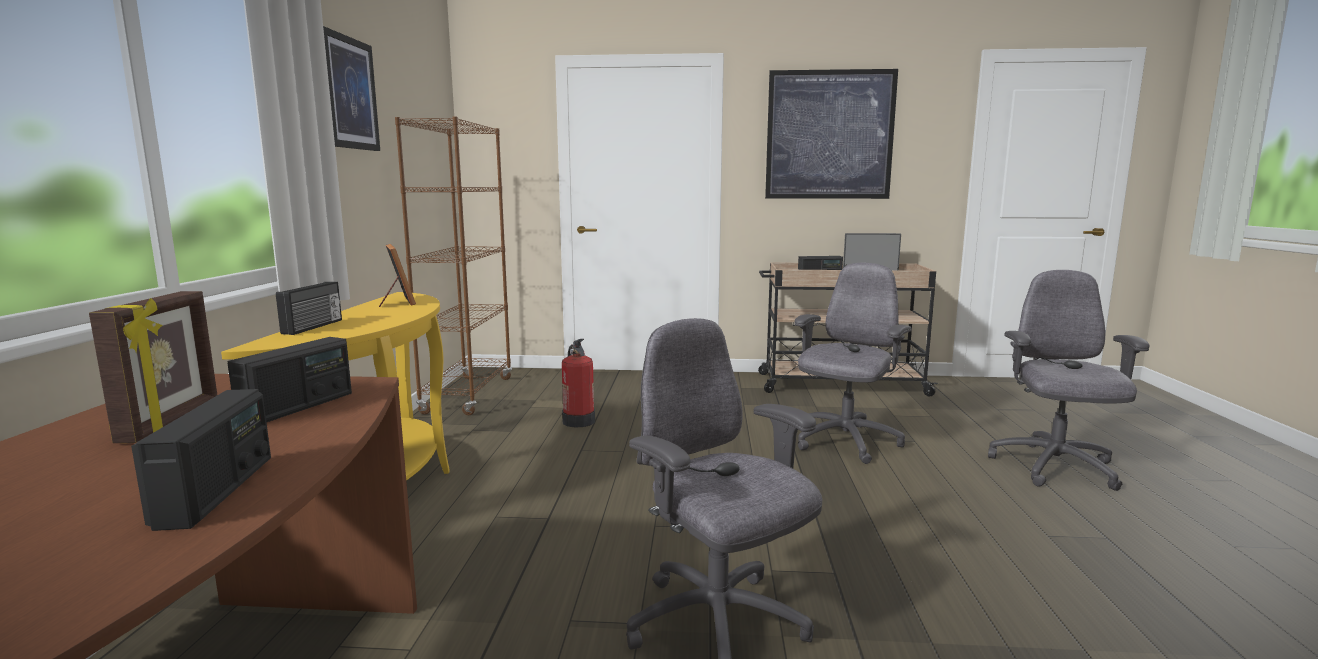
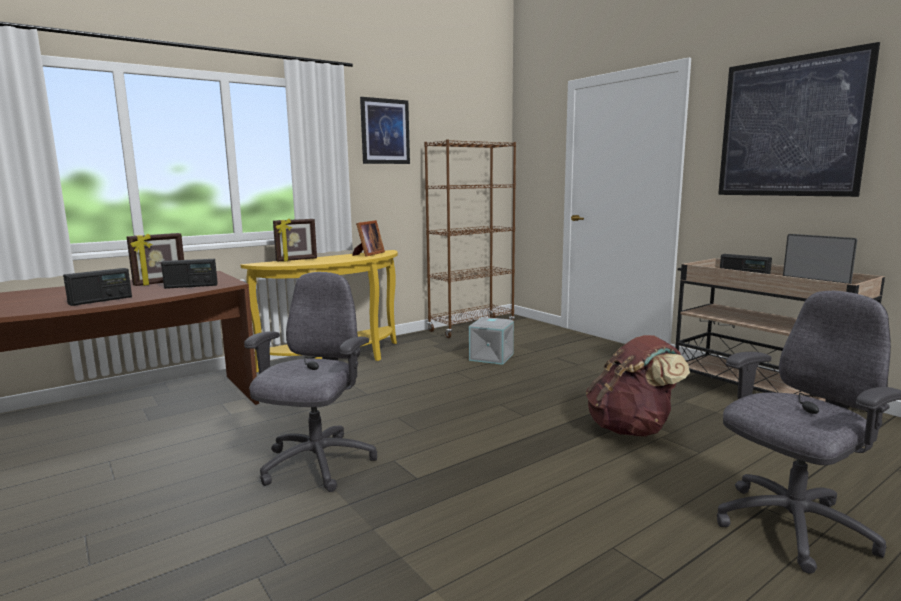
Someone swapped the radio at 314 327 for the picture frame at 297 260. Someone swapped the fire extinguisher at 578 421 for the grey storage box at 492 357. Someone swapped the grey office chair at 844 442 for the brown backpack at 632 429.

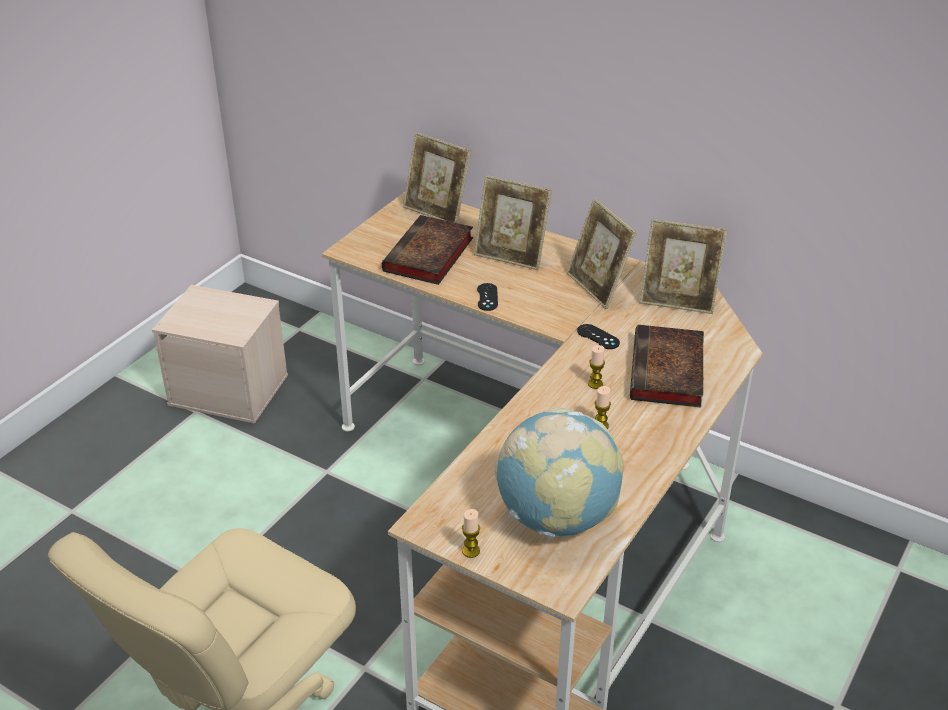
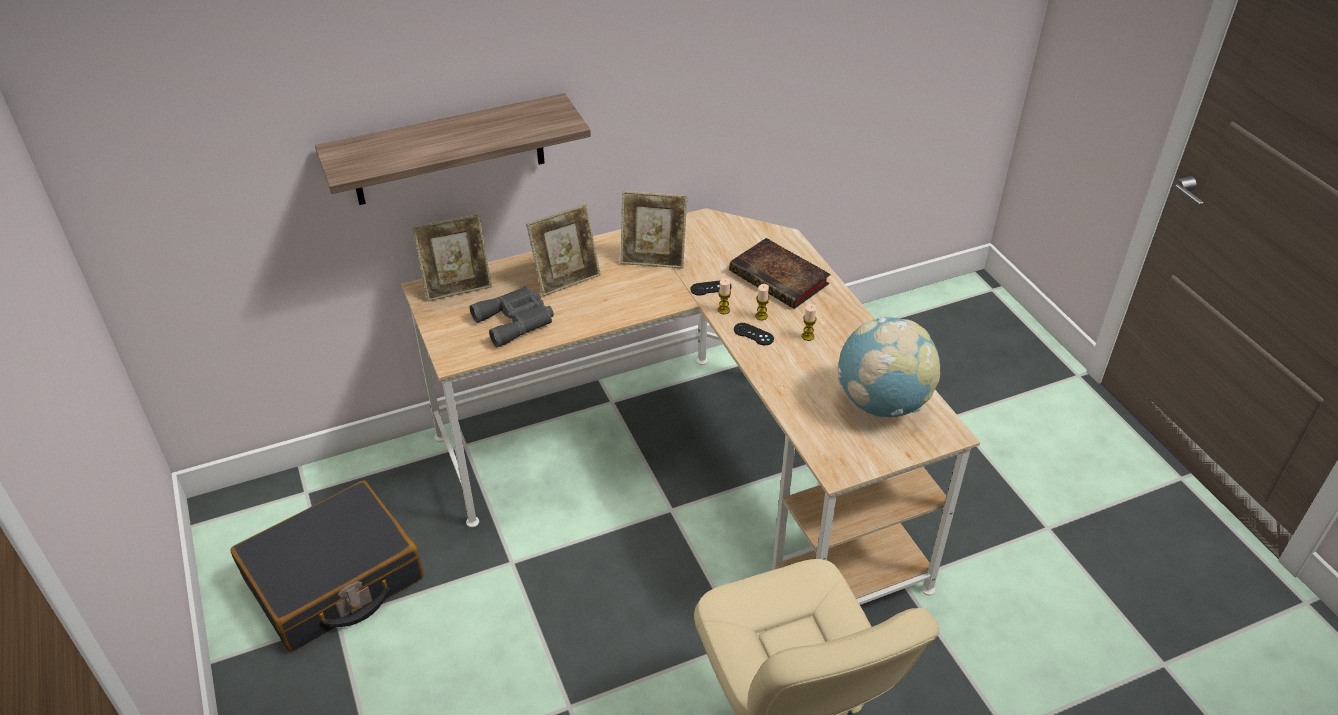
Someone took away the picture frame at 678 301. Someone put up the shelf at 448 150. Someone carried the candle from 471 551 to 723 310. Someone carried the black game controller from 487 297 to 753 334. Someone swapped the beige storage box at 230 389 for the black suitcase at 334 580. Someone swapped the book at 428 256 for the grey binoculars at 516 320.

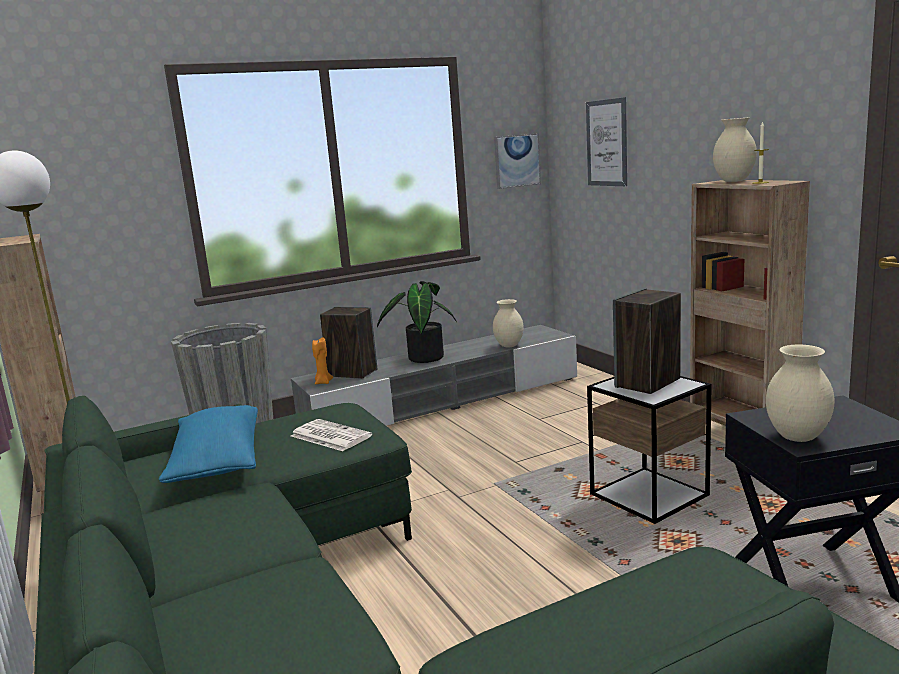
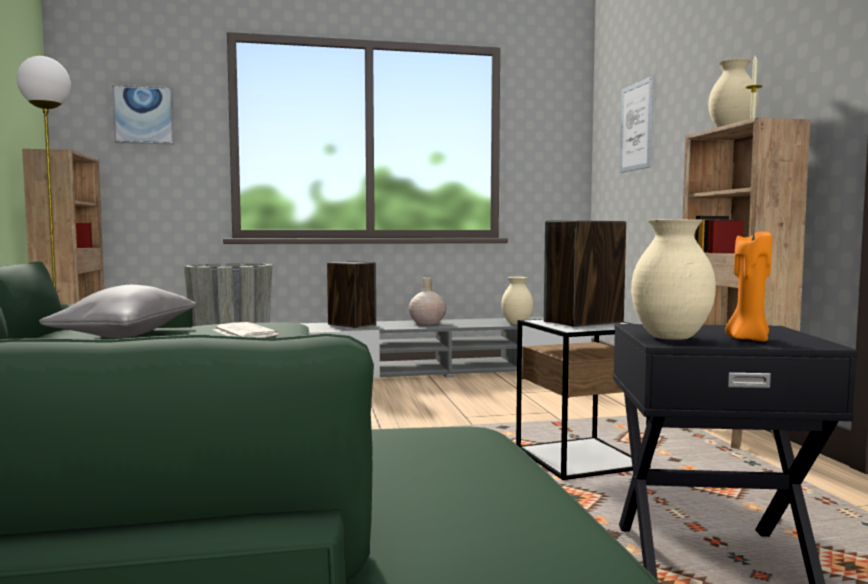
Someone carried the orange candle from 323 382 to 747 339. Someone carried the picture from 517 161 to 144 115. Someone swapped the potted plant at 422 357 for the beige vase at 427 323. Someone repainted the blue pillow at 217 463, which became the grey pillow at 127 335.

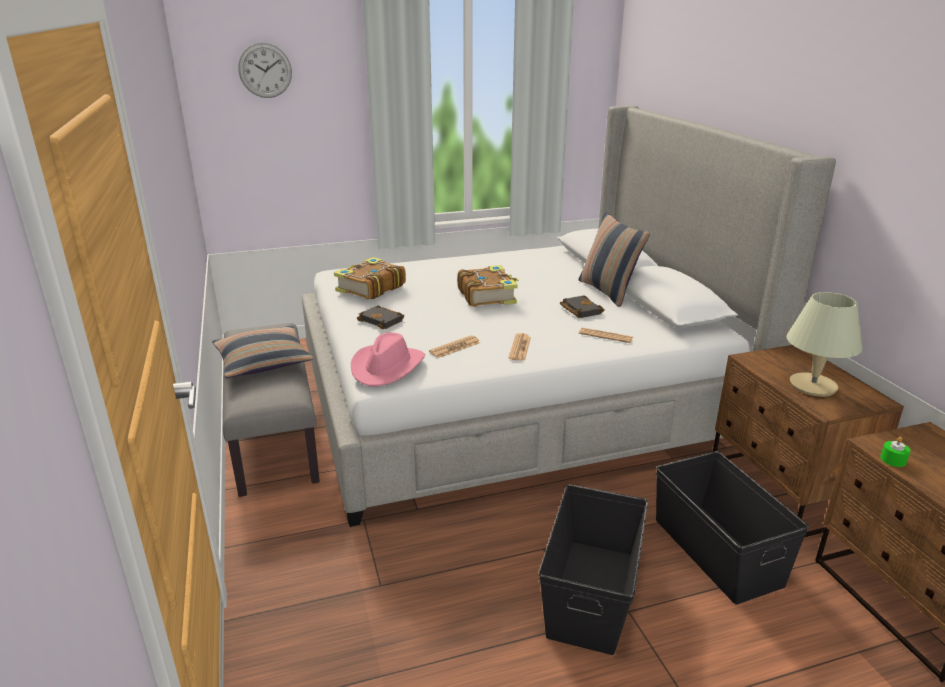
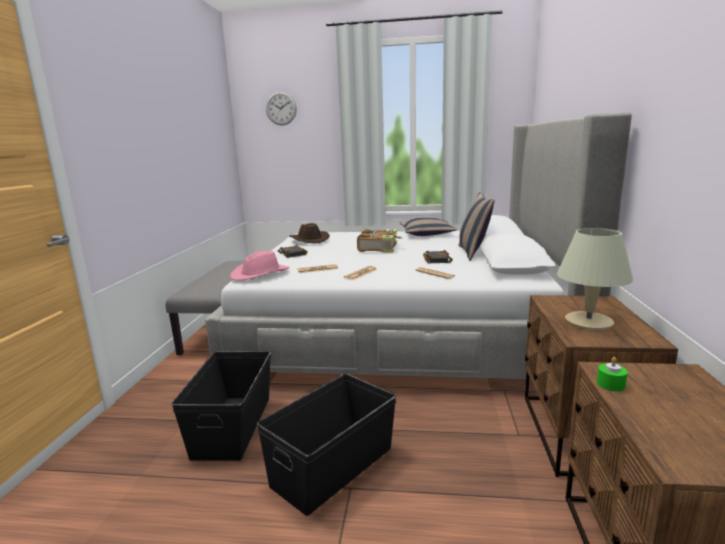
Someone carried the pillow from 263 361 to 427 234. Someone carried the black storage box from 716 552 to 232 426. Someone swapped the book at 370 288 for the brown hat at 308 240.

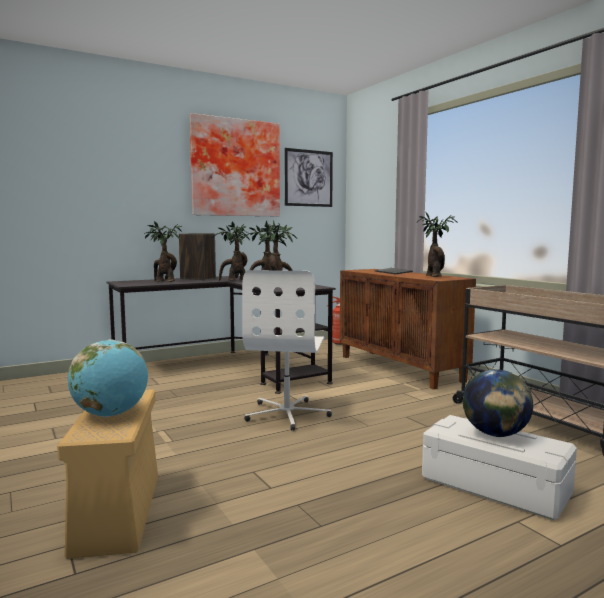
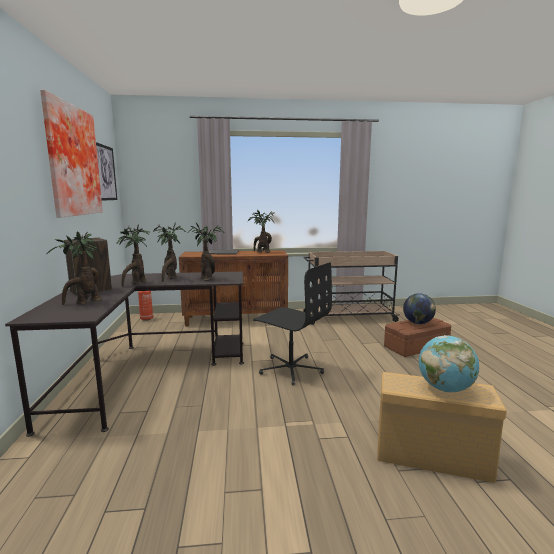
Someone repainted the white office chair at 287 414, which became the black office chair at 291 369. Someone repainted the white storage box at 496 485, which became the brown storage box at 416 346.

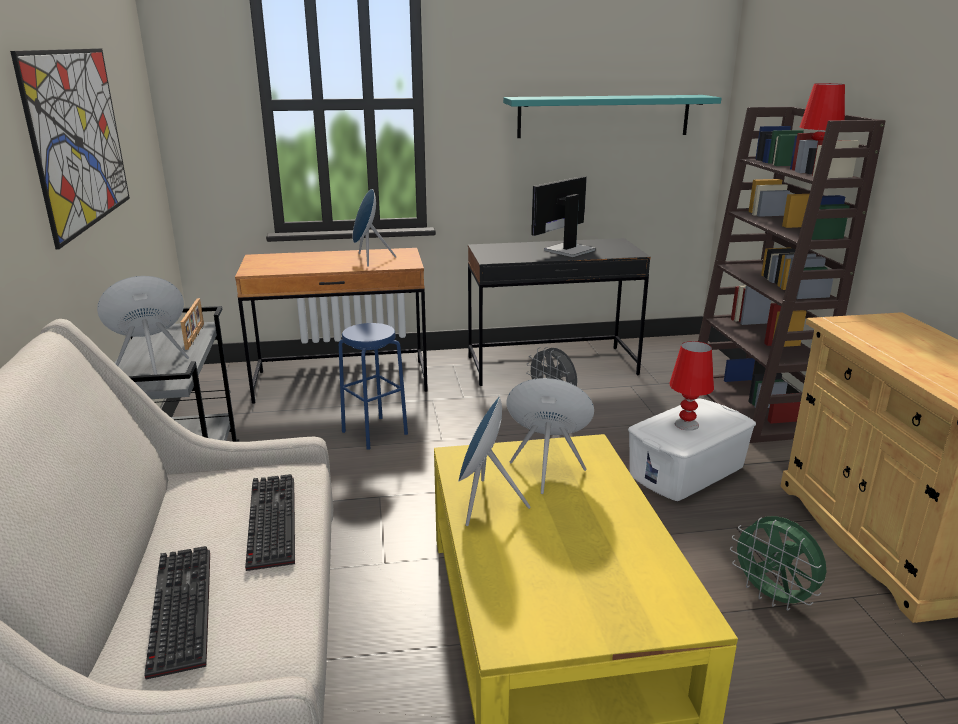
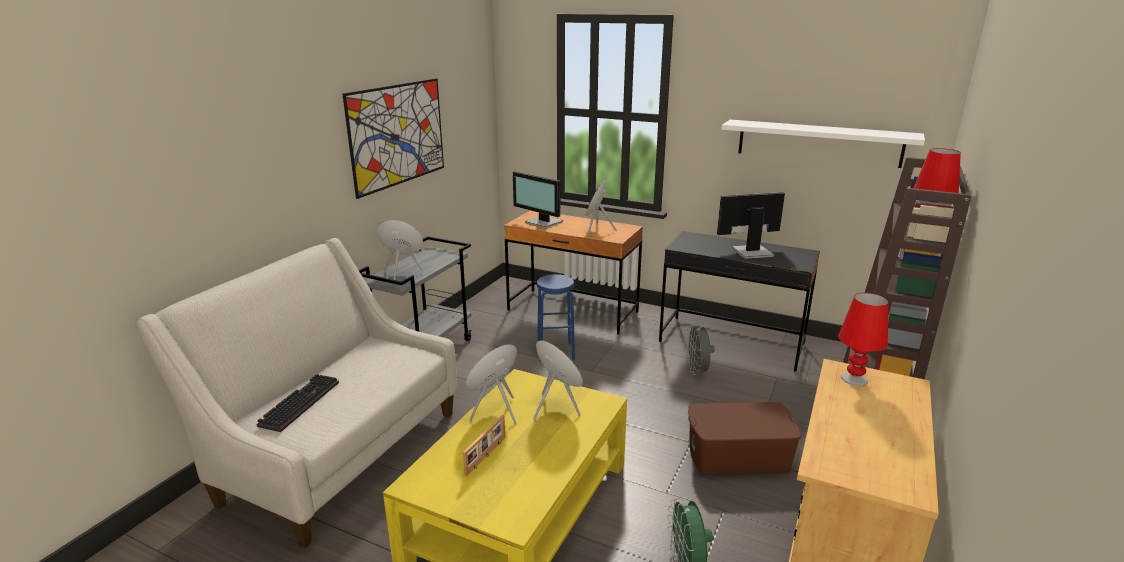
Someone took away the keyboard at 269 521. Someone put down the monitor at 543 223. Someone carried the picture frame from 196 336 to 486 455. Someone carried the red table lamp from 686 424 to 854 379. Someone repainted the turquoise shelf at 604 116, which became the white shelf at 818 143. Someone repainted the white storage box at 687 471, which became the brown storage box at 738 456.

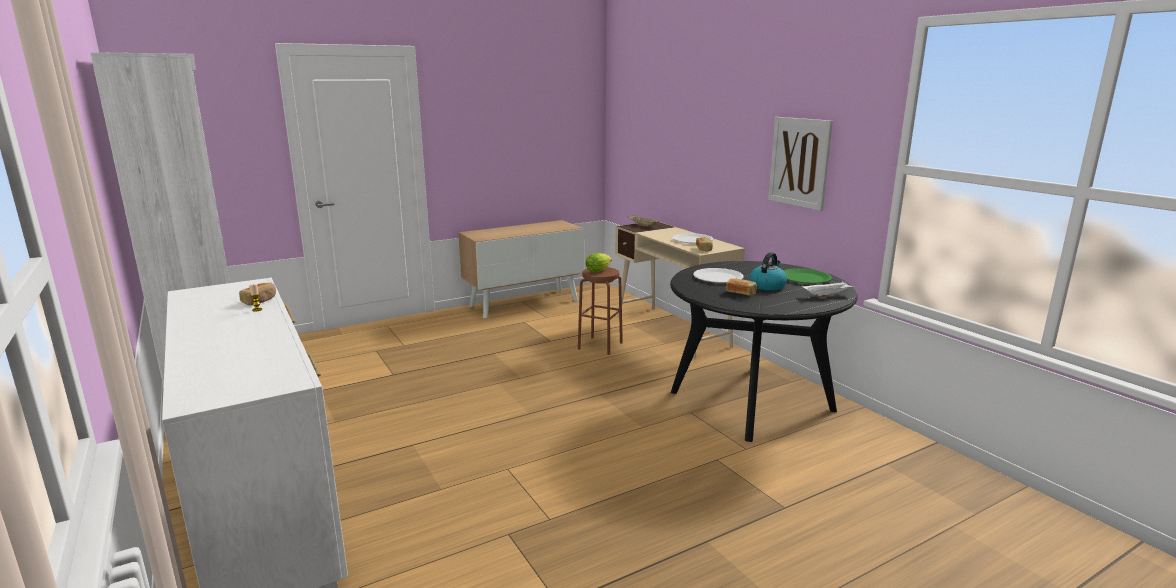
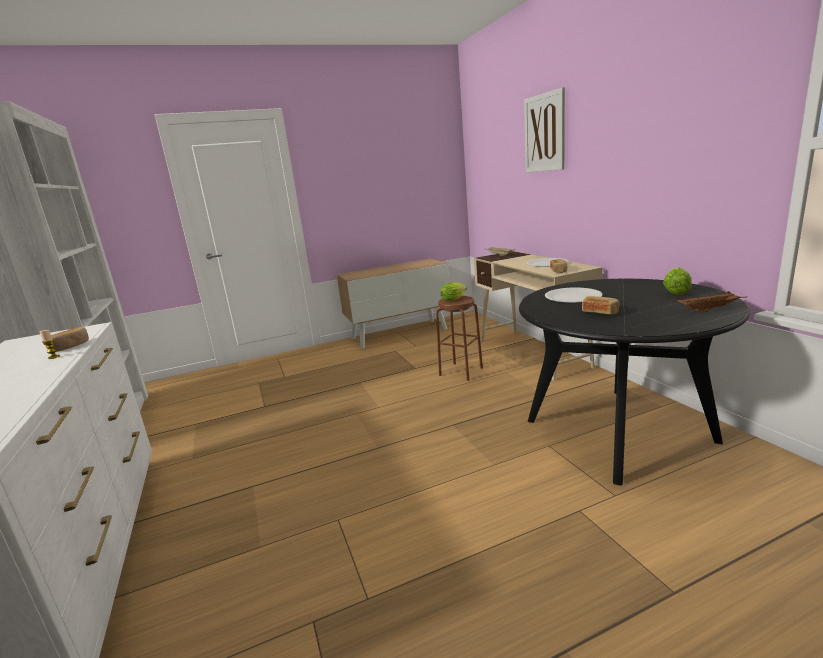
Someone took away the kettle at 767 286. Someone carried the picture from 799 162 to 544 133. Someone swapped the green plate at 805 278 for the lettuce at 676 292. Someone repainted the white tray at 827 295, which became the brown tray at 709 309.

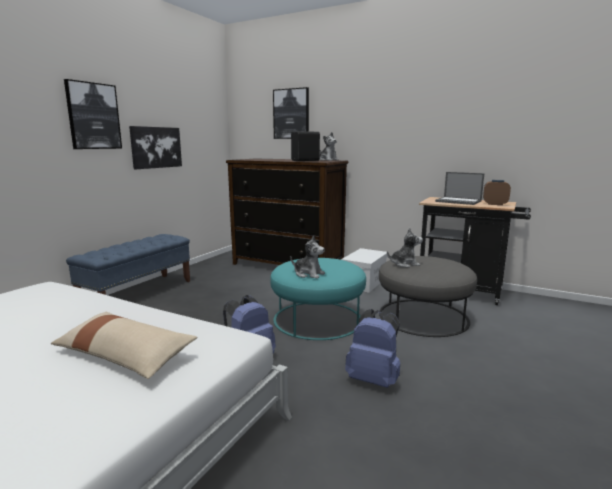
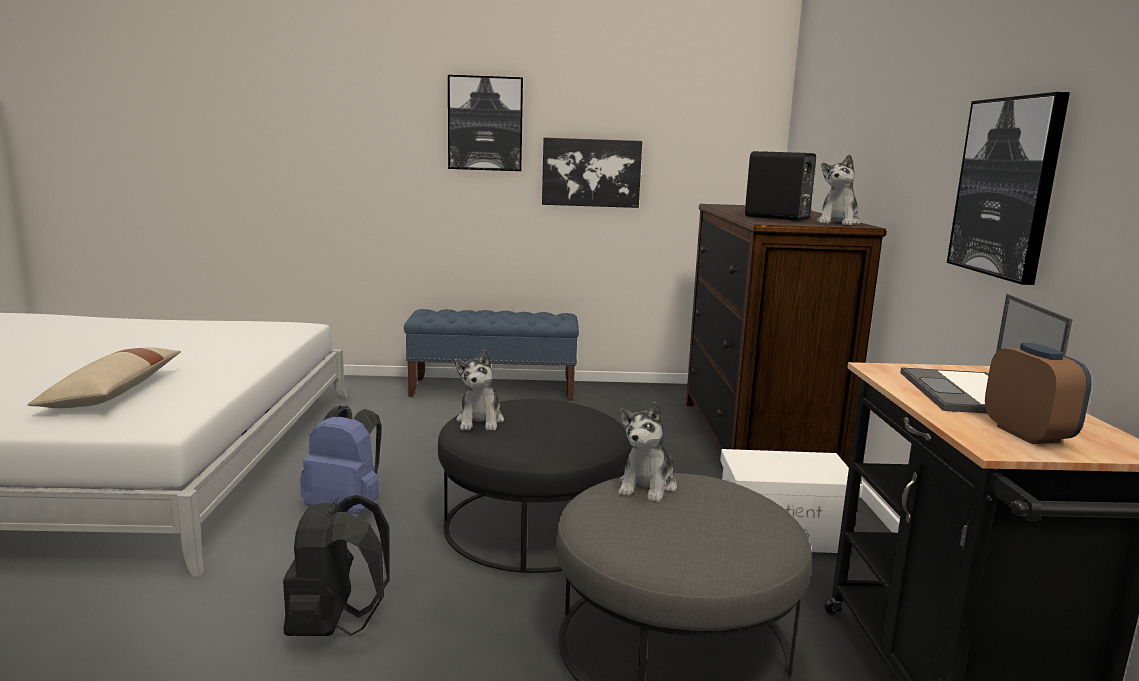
Someone carried the picture from 291 114 to 1006 187. Someone repainted the turquoise ottoman at 318 319, which became the black ottoman at 533 525. Someone repainted the blue backpack at 374 379, which became the black backpack at 334 626. Someone rotated the plush toy at 404 264 by 60 degrees clockwise.

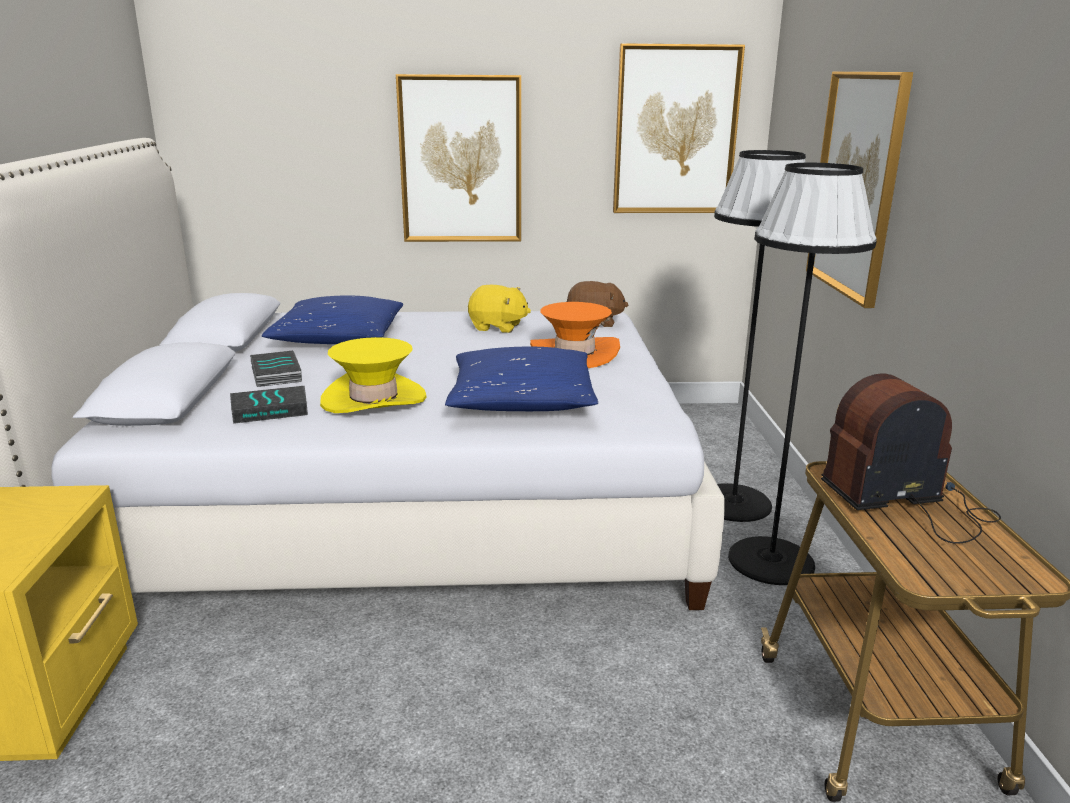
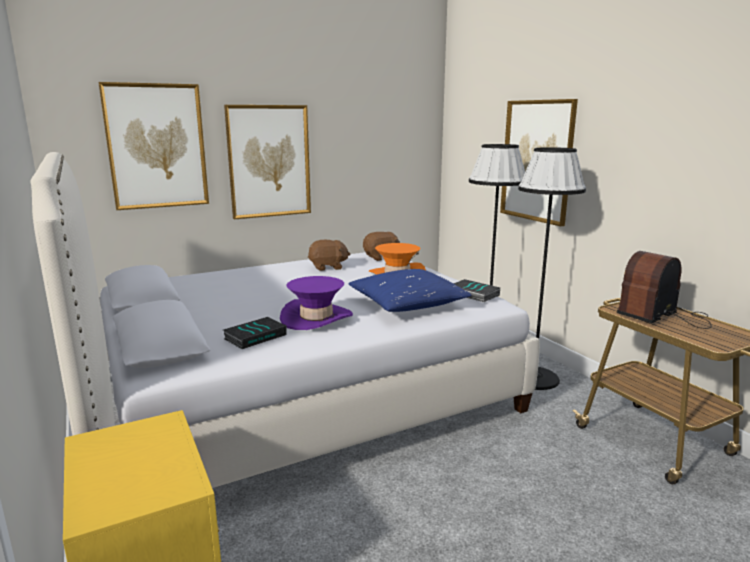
Someone took away the blue pillow at 338 338. Someone carried the book from 274 374 to 473 294. Someone carried the picture from 675 131 to 157 146. Someone repainted the yellow hat at 374 399, which became the purple hat at 316 318. Someone repainted the yellow plush toy at 497 327, which became the brown plush toy at 328 267.

